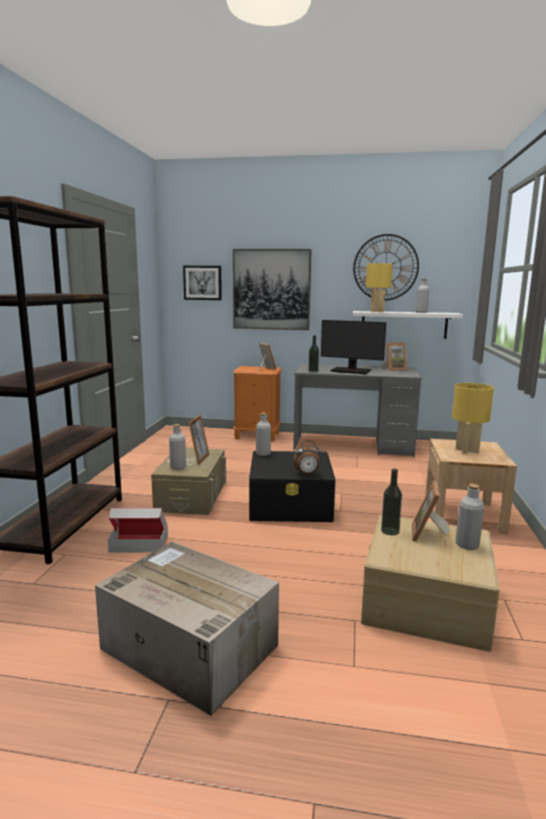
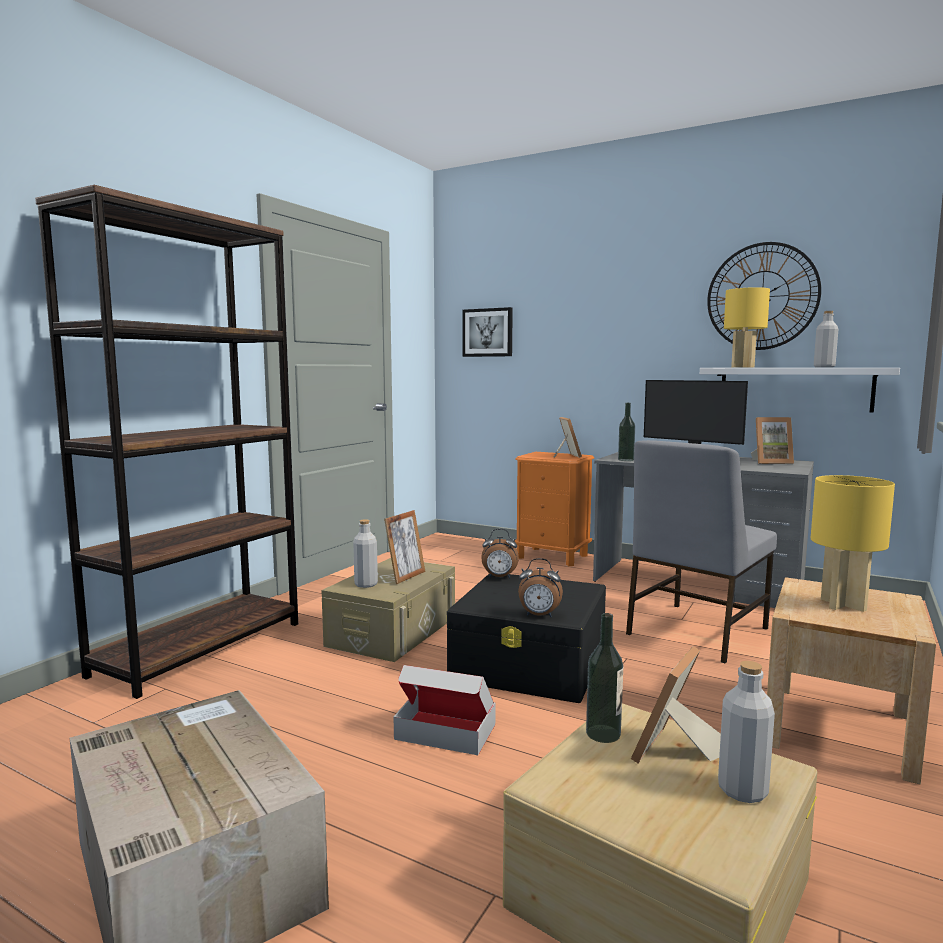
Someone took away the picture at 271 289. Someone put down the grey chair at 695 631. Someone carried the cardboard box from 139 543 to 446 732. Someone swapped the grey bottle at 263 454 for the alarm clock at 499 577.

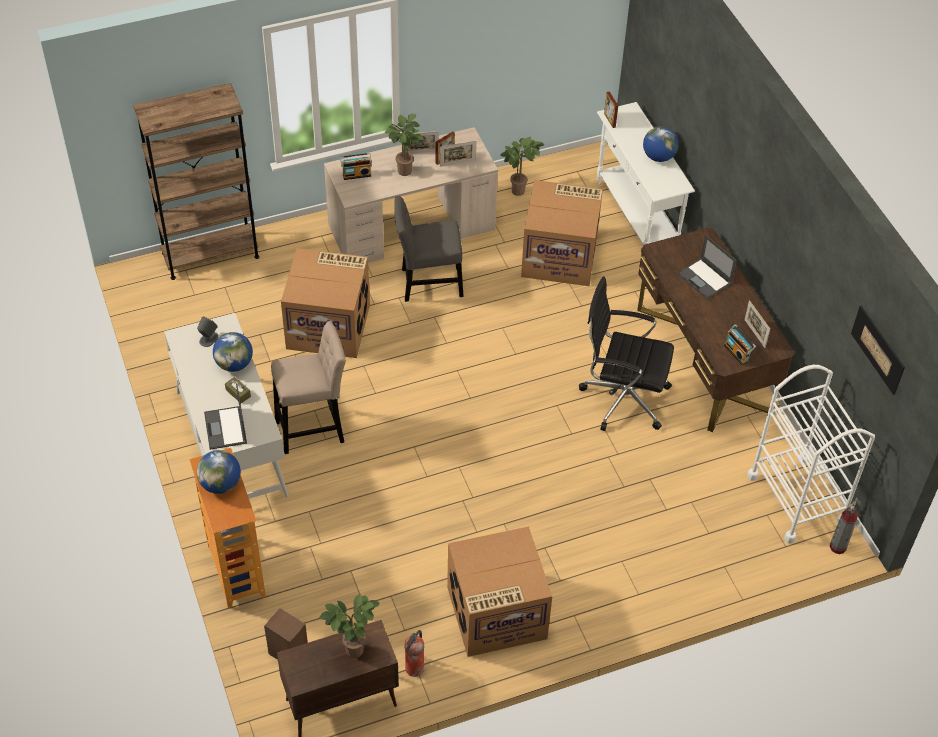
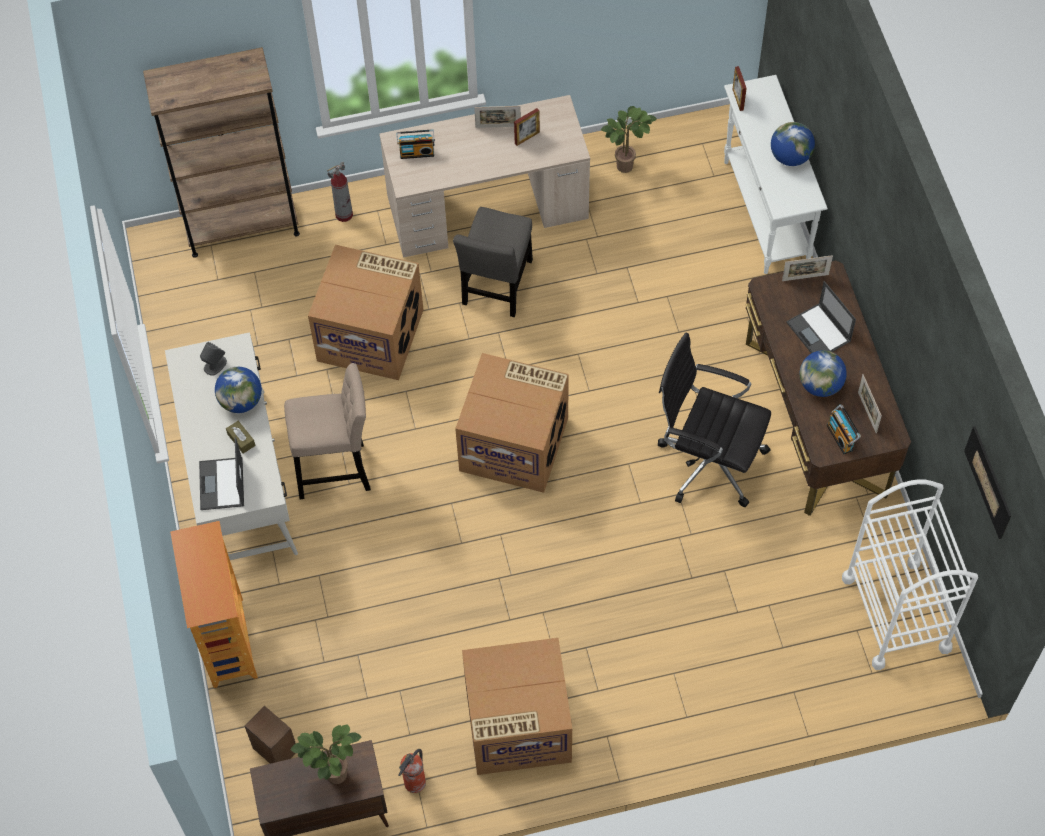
Someone took away the potted plant at 405 173. Someone carried the globe from 220 484 to 820 385. Someone carried the picture frame from 457 163 to 805 277. Someone carried the cardboard box from 560 256 to 515 443. Someone carried the fire extinguisher from 838 546 to 344 214. Someone rotated the grey chair at 428 283 by 75 degrees counterclockwise.

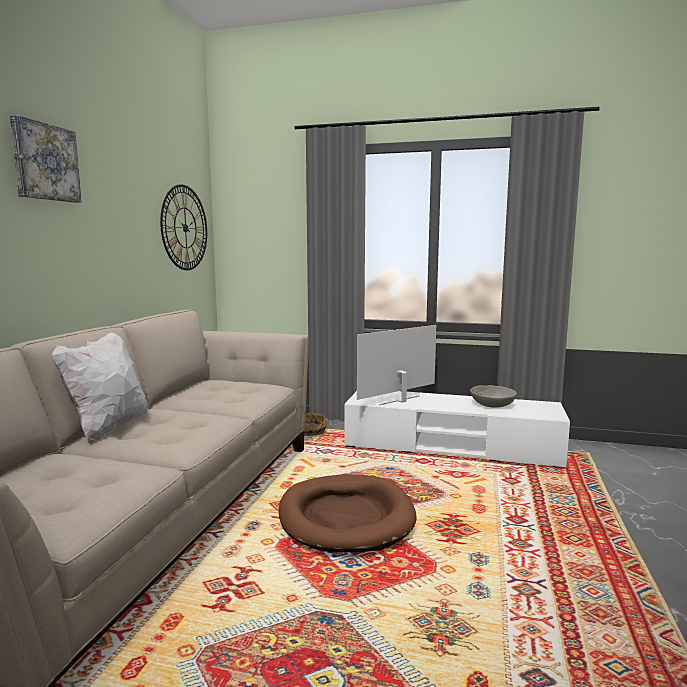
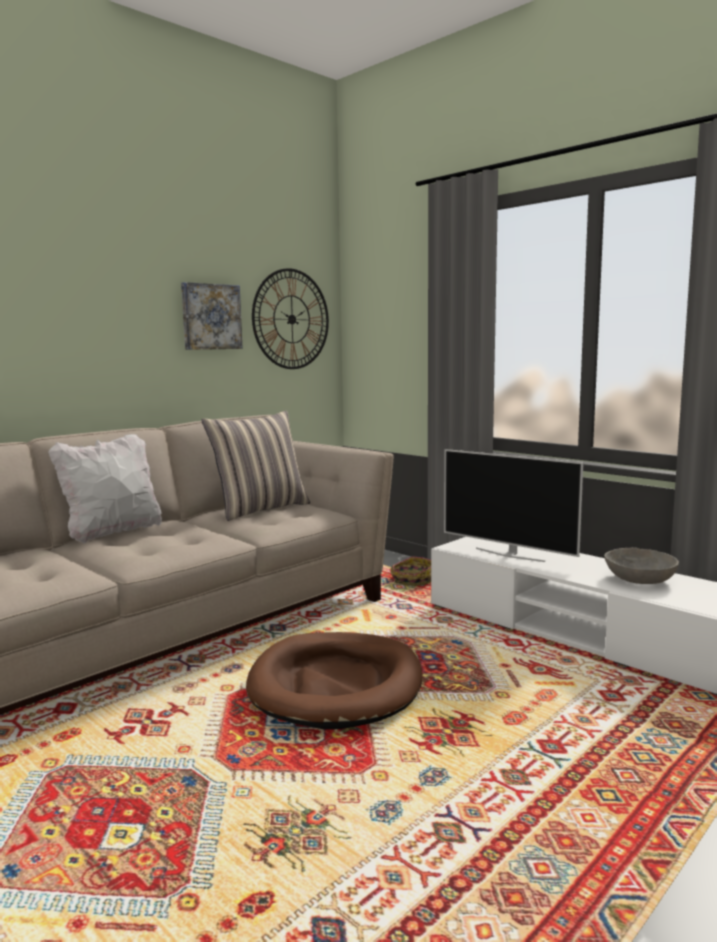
Someone put down the pillow at 260 509. Someone carried the picture from 44 162 to 210 317. Someone rotated the television at 400 401 by 135 degrees counterclockwise.

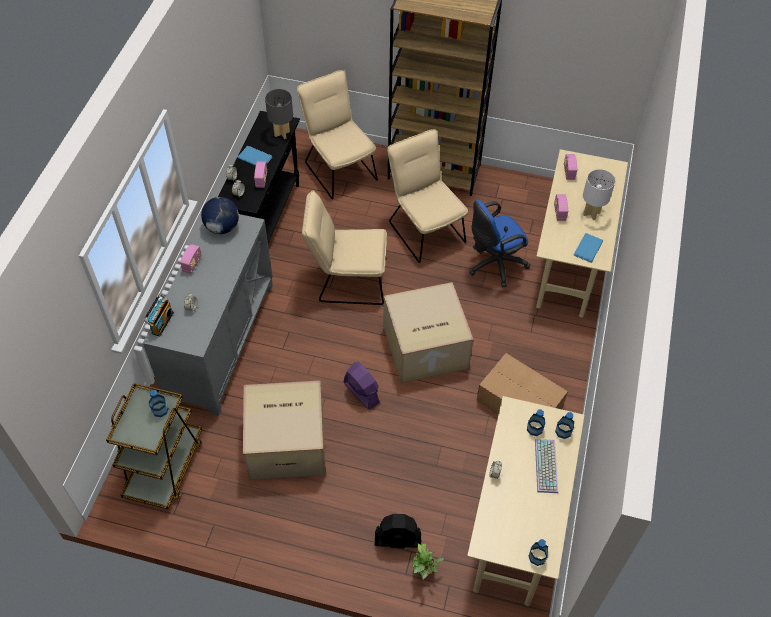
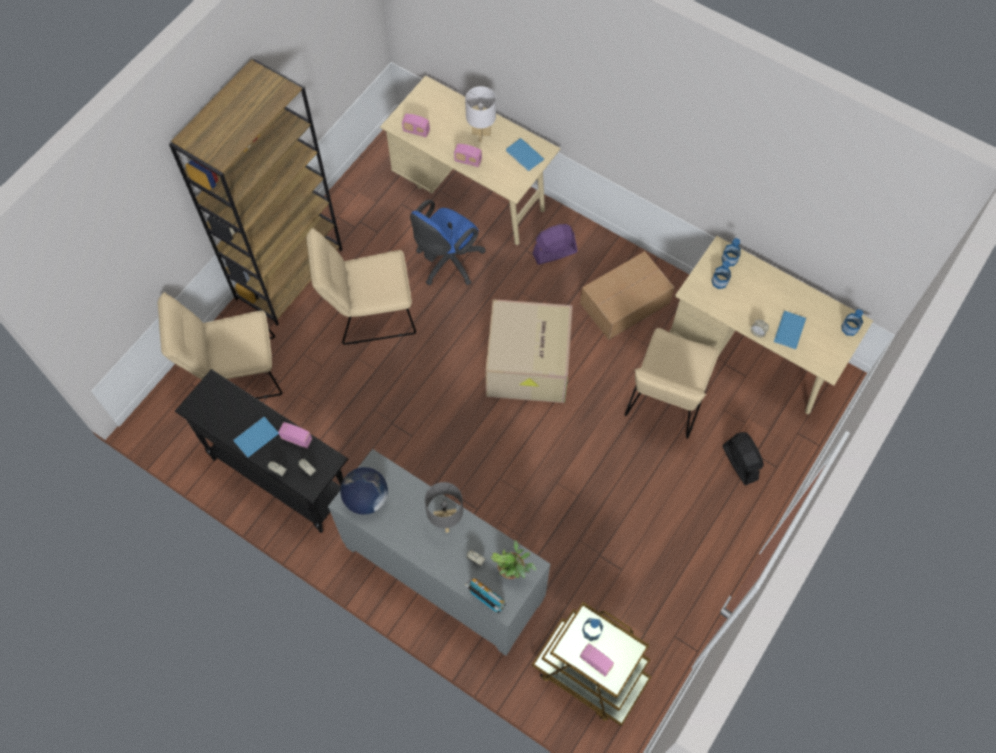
Someone took away the cardboard box at 288 442. Someone took away the keyboard at 547 466. Someone put down the blue book at 788 331. Someone carried the radio from 192 264 to 596 662. Someone carried the grey table lamp from 282 133 to 446 521. Someone carried the beige chair from 347 280 to 665 402. Someone carried the purple fan from 361 392 to 554 253. Someone carried the potted plant from 424 572 to 513 570. Someone rotated the black fan at 398 539 by 45 degrees counterclockwise. Someone rotated the blue office chair at 494 264 by 45 degrees clockwise.

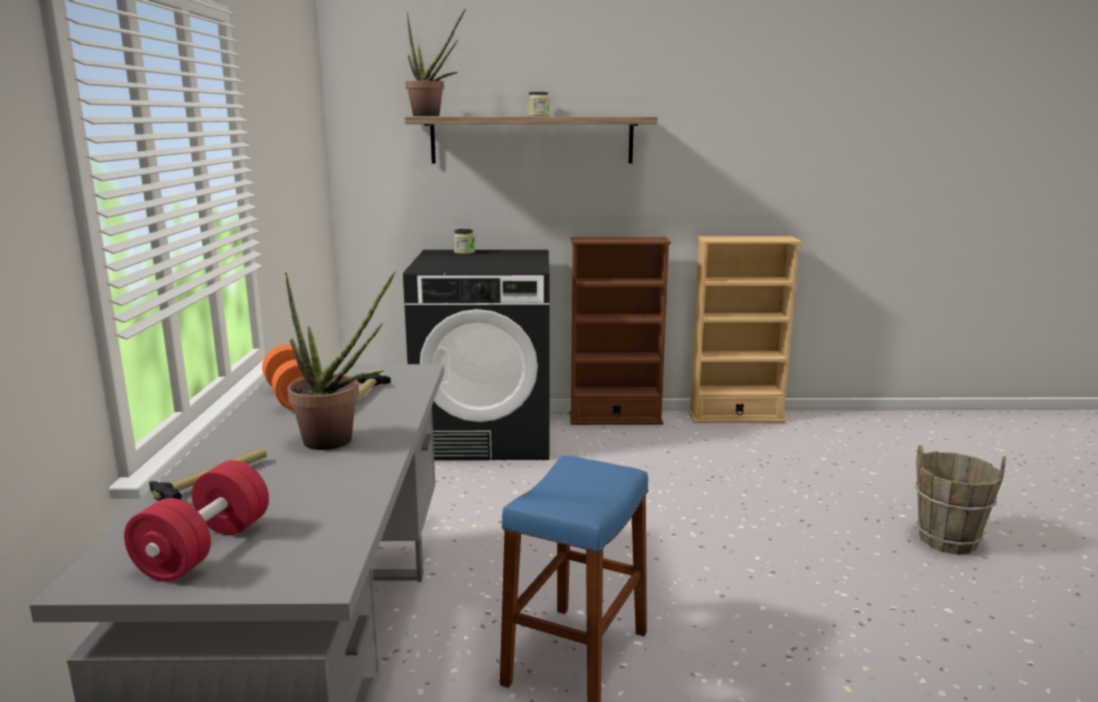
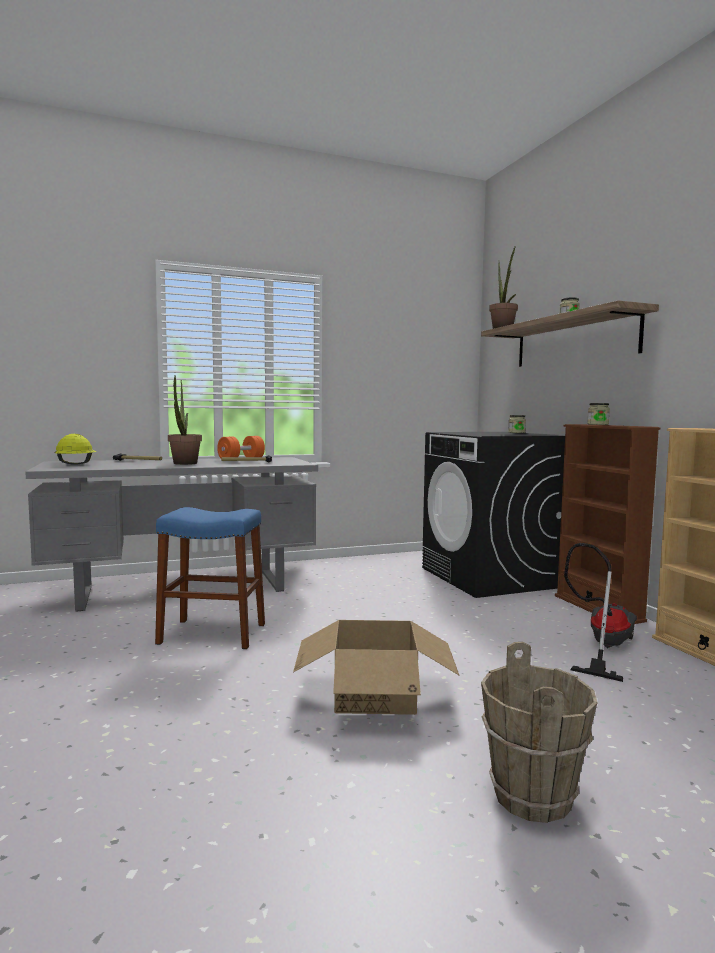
Someone put down the cardboard box at 374 694. Someone put down the vacuum cleaner at 602 646. Someone put down the jar at 597 424. Someone swapped the red dumbbell at 205 549 for the yellow hard hat at 76 464.

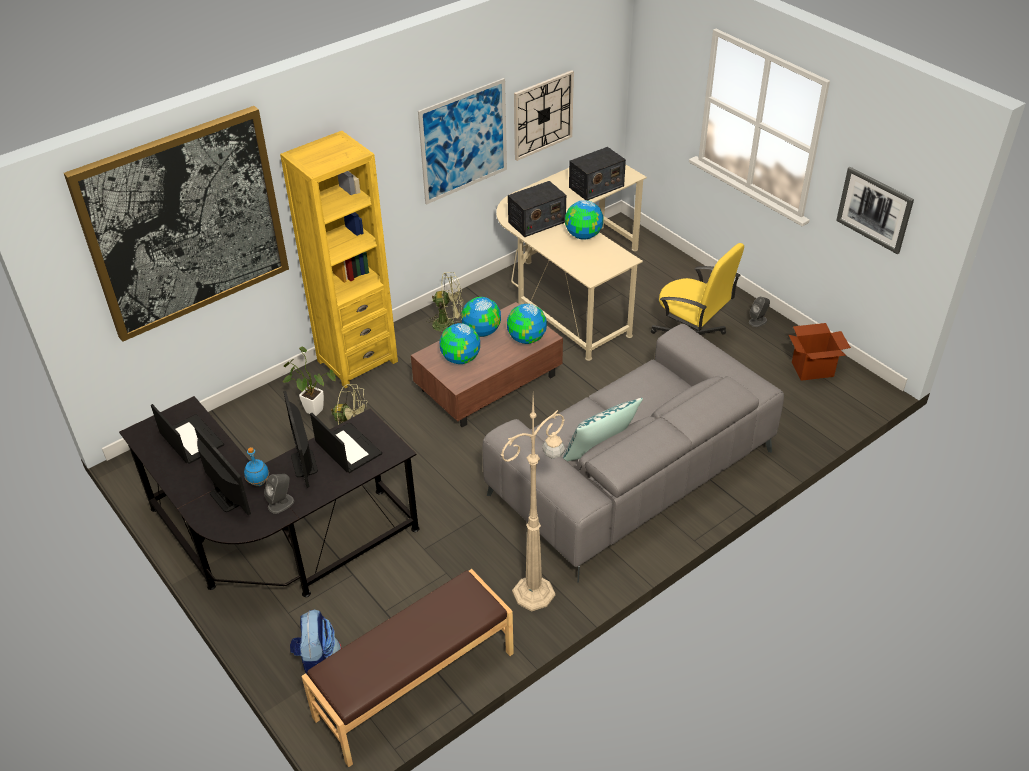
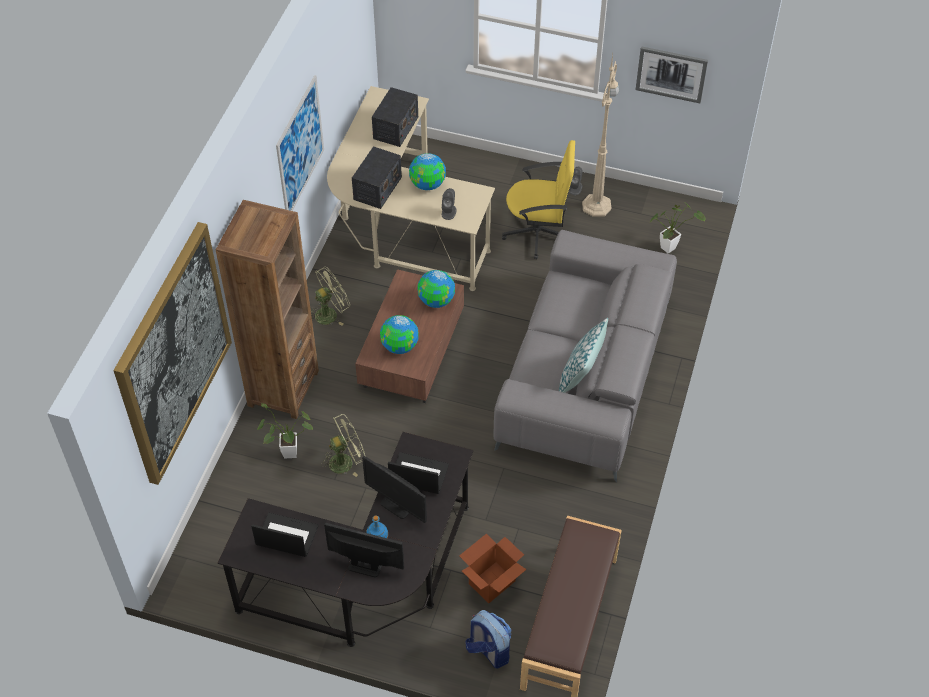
Someone took away the globe at 481 331. Someone took away the wall clock at 543 115. Someone put down the potted plant at 670 246. Someone carried the grey speaker from 281 503 to 449 212. Someone carried the beige floor lamp from 535 592 to 597 204. Someone carried the cardboard box from 812 369 to 492 582. Someone repainted the yellow bookcase at 357 361, which became the brown bookcase at 283 388.

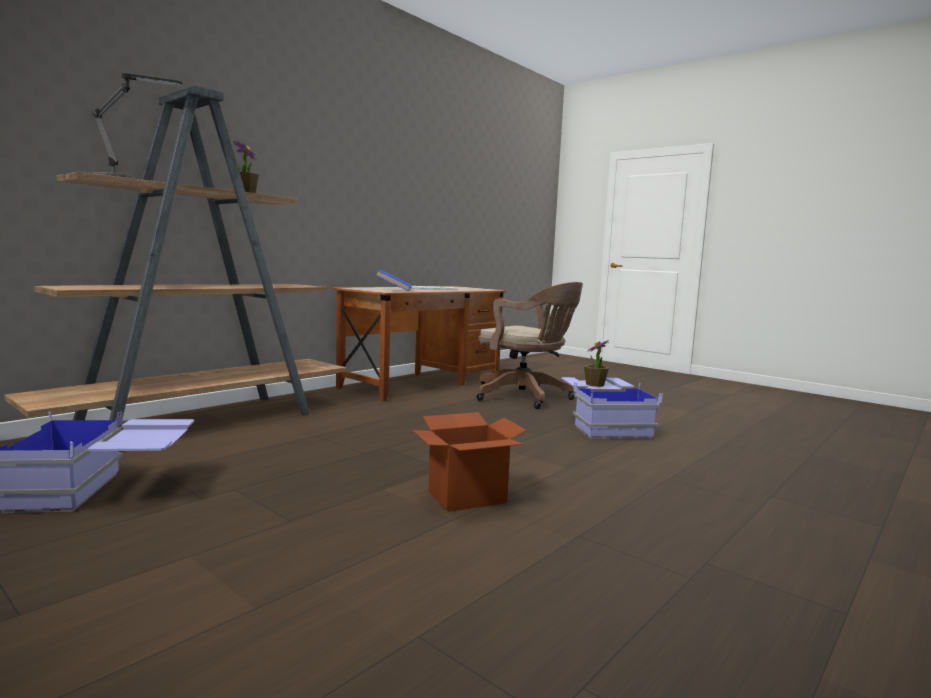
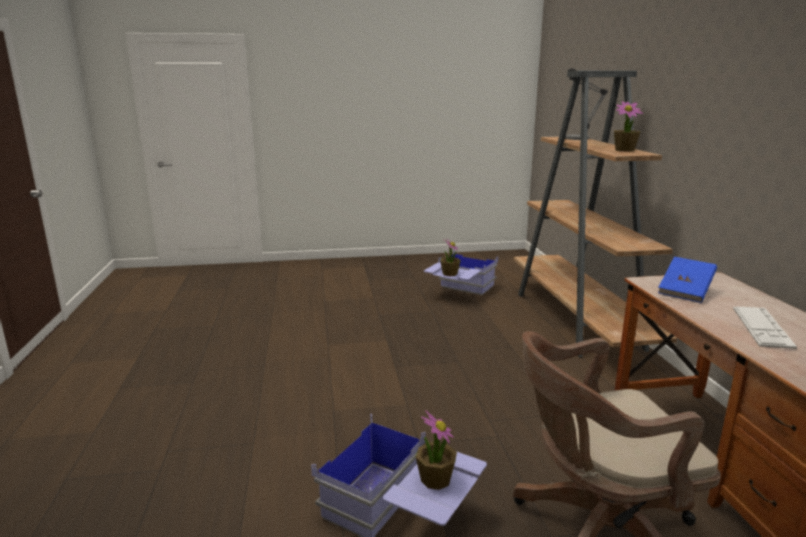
Someone took away the cardboard box at 466 497. Someone put down the potted plant at 449 274.

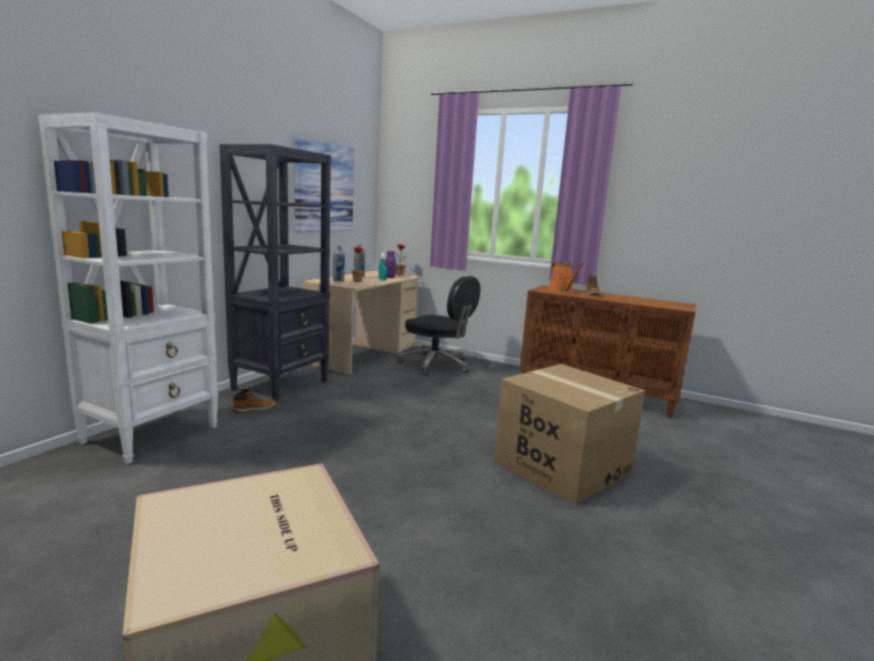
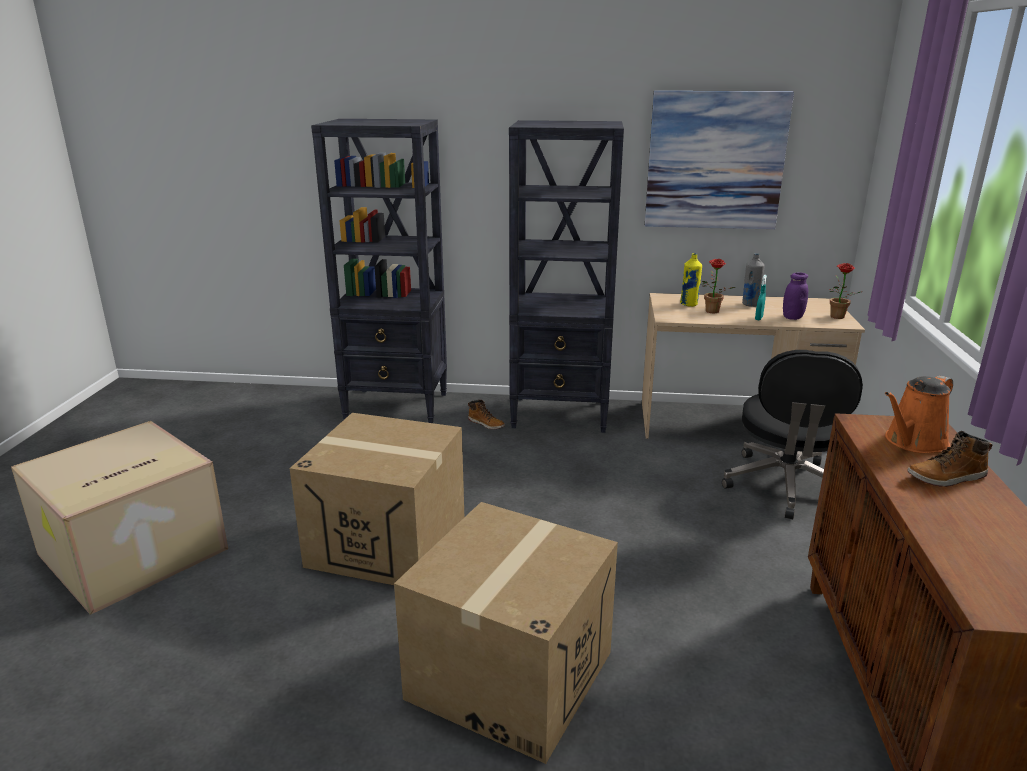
Someone put down the cardboard box at 388 542. Someone repainted the white bookcase at 152 434, which became the black bookcase at 397 406. Someone repainted the grey bottle at 338 281, which became the yellow bottle at 689 304.

